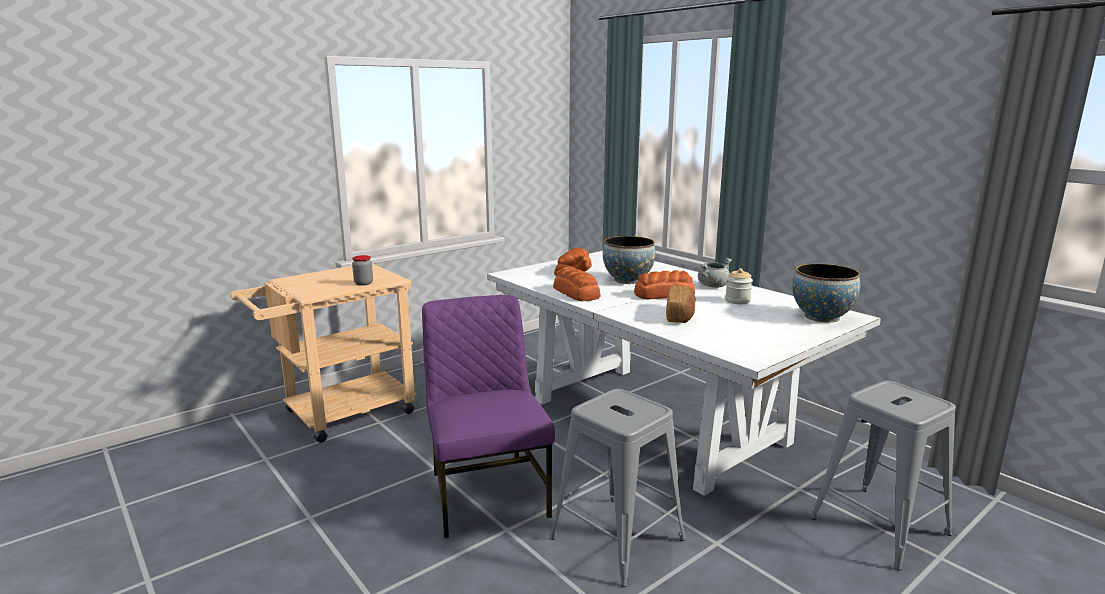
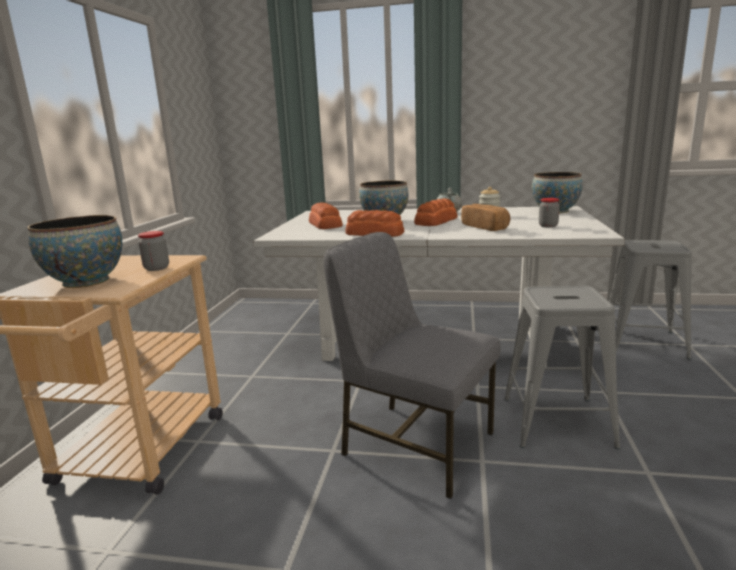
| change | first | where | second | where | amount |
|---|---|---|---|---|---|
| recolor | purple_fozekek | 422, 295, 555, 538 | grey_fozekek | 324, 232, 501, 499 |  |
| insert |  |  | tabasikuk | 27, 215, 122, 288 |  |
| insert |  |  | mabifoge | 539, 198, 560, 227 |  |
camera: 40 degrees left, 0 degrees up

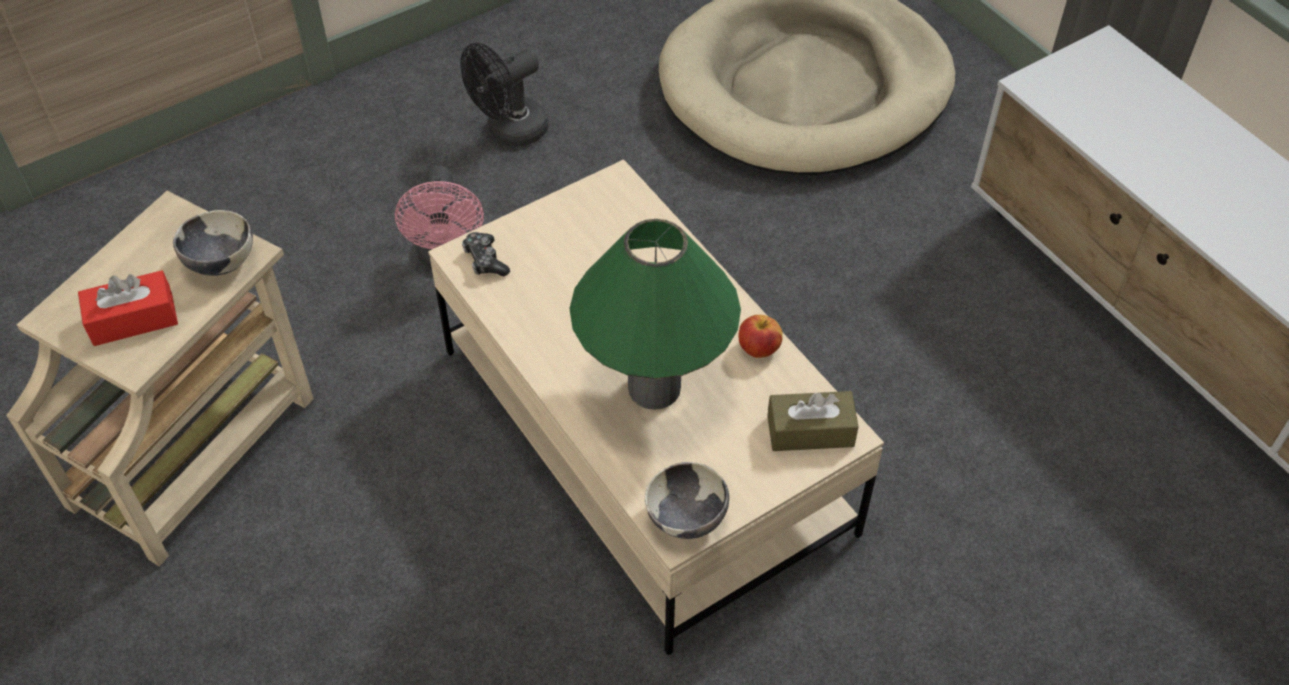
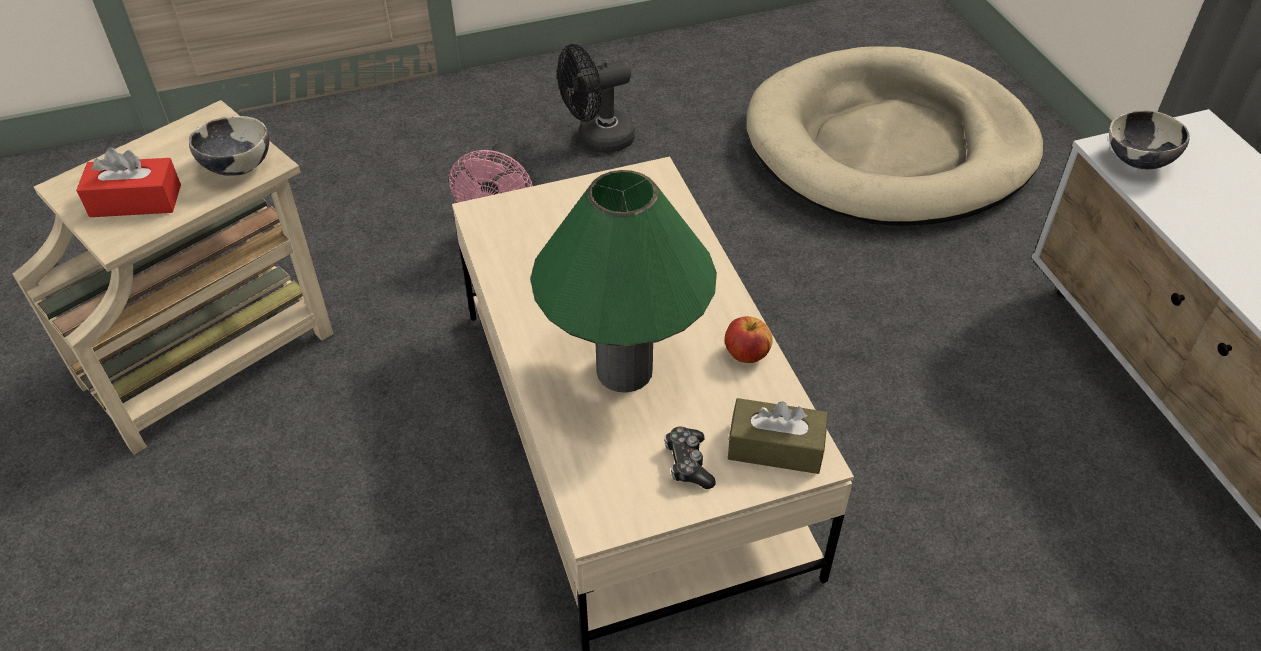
| change | first | where | second | where | amount |
|---|---|---|---|---|---|
| move | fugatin | 462, 232, 510, 277 |  | 664, 427, 716, 489 |  |
| move | tabasikuk | 645, 462, 729, 539 |  | 1109, 110, 1190, 169 |  |
camera: 15 degrees right, 5 degrees down

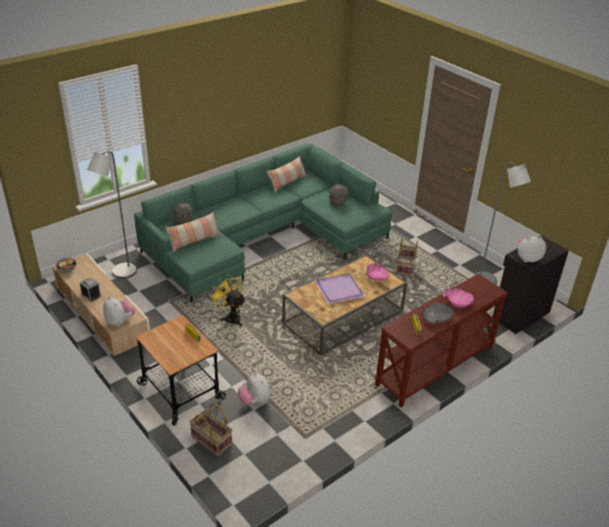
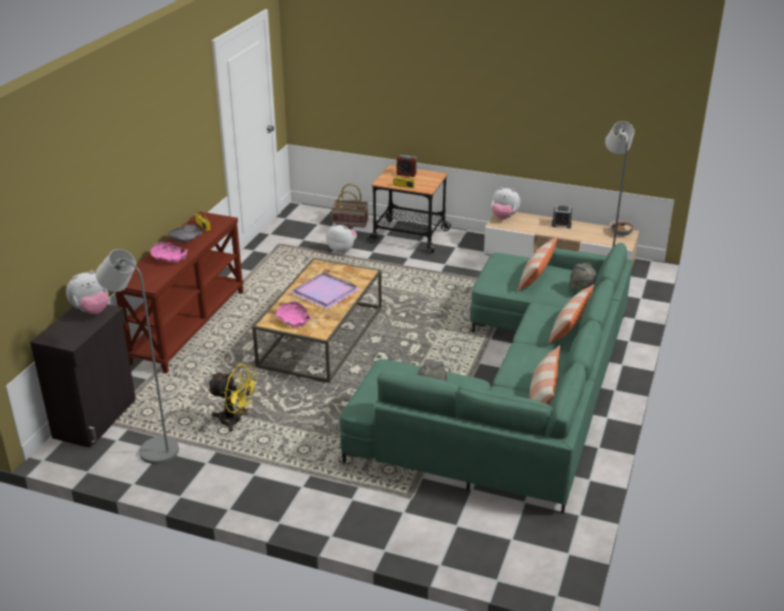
| change | first | where | second | where | amount |
|---|---|---|---|---|---|
| move | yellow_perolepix | 210, 275, 246, 327 |  | 207, 364, 258, 431 |  |
| delete | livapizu | 396, 238, 418, 277 |  |  |  |
| insert |  |  | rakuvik | 397, 155, 417, 177 |  |
| insert |  |  | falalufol | 548, 284, 595, 344 |  |
camera: 150 degrees right, 5 degrees down

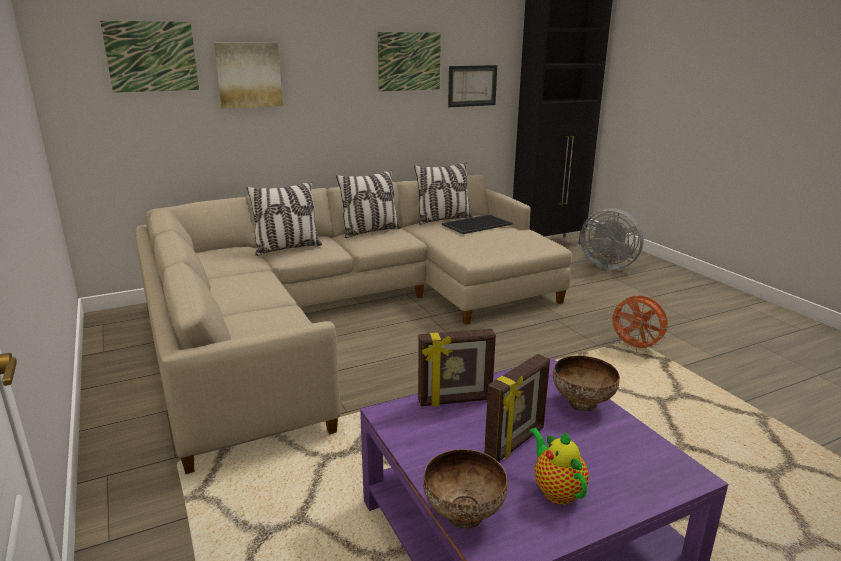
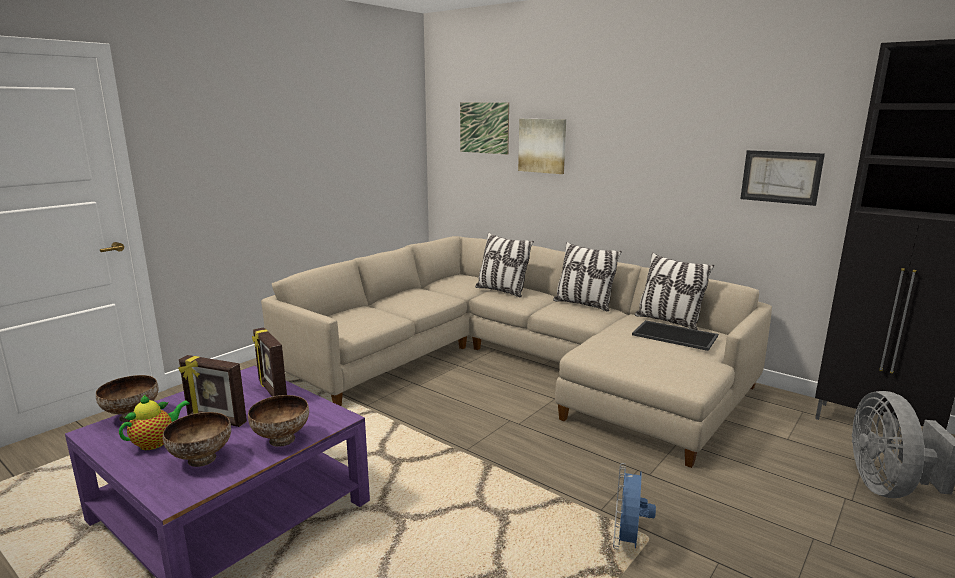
| change | first | where | second | where | amount |
|---|---|---|---|---|---|
| delete | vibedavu | 377, 32, 441, 92 |  |  |  |
| recolor | orange_perolepix | 608, 296, 668, 352 | blue_perolepix | 613, 463, 656, 550 |  |
| insert |  |  | tabasikuk | 163, 412, 231, 467 |  |
camera: 65 degrees right, 5 degrees down

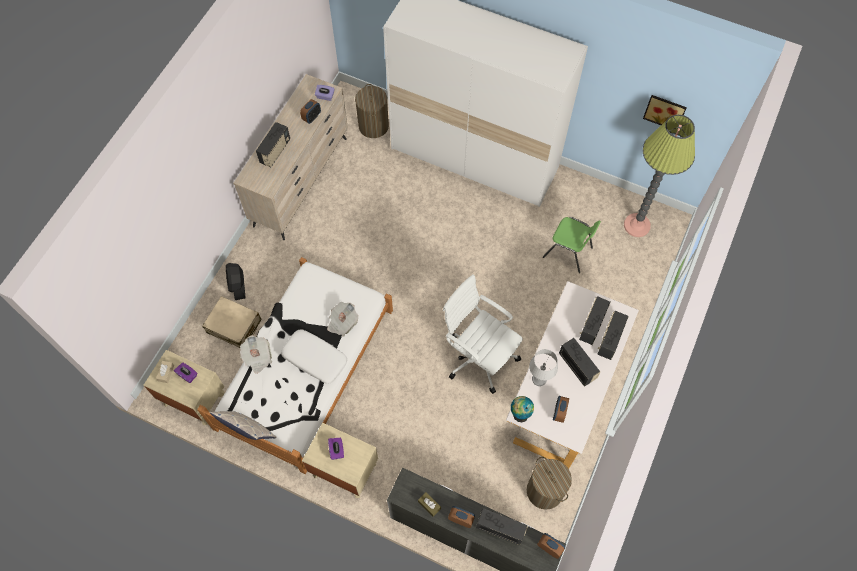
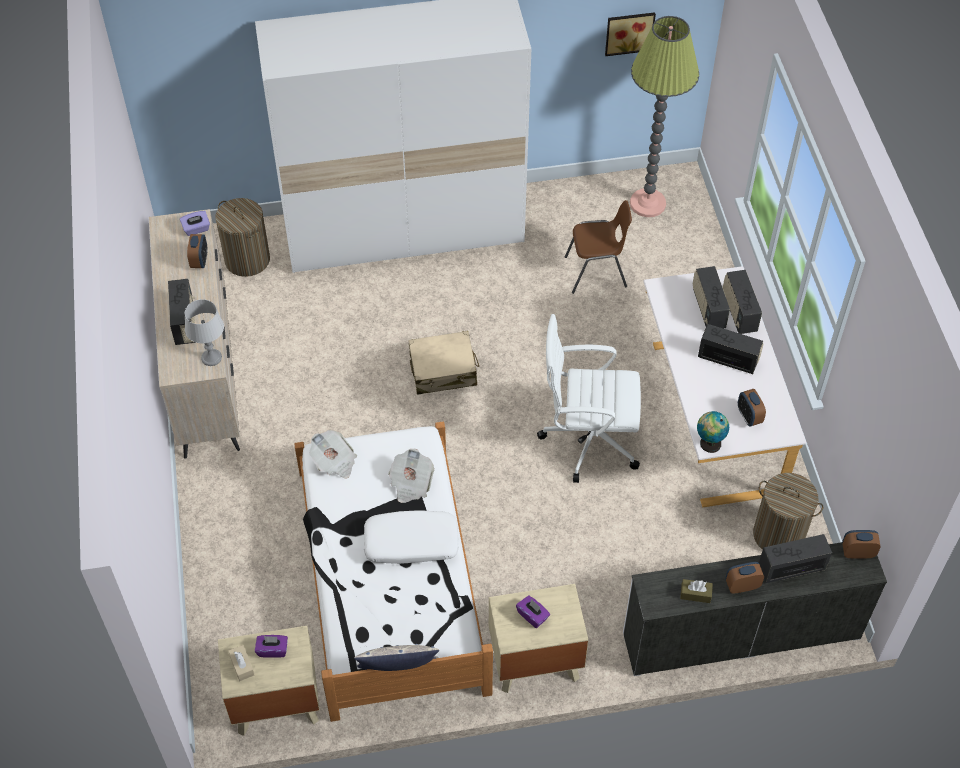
| change | first | where | second | where | amount |
|---|---|---|---|---|---|
| move | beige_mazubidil | 202, 296, 262, 348 |  | 409, 331, 479, 395 |  |
| delete | black_perolepix | 226, 263, 246, 300 |  |  |  |
| move | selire | 240, 335, 272, 374 |  | 309, 430, 357, 479 |  |
| move | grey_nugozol | 529, 349, 558, 386 |  | 185, 299, 224, 366 |  |
| recolor | green_fozekek | 543, 217, 601, 273 | brown_fozekek | 565, 200, 632, 294 |  |
camera: 35 degrees left, 10 degrees down

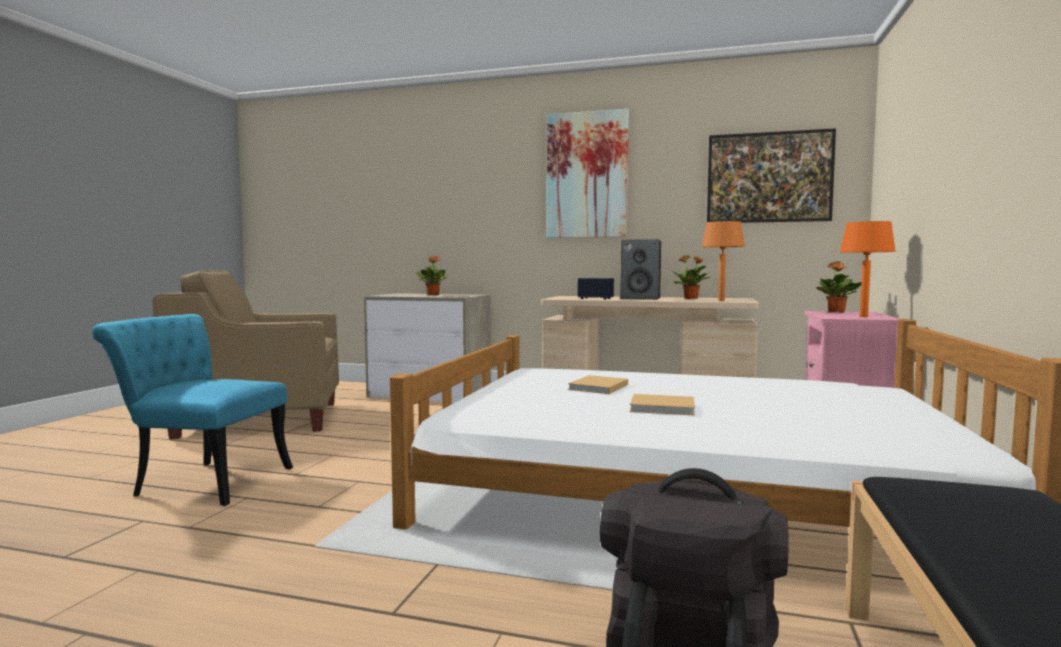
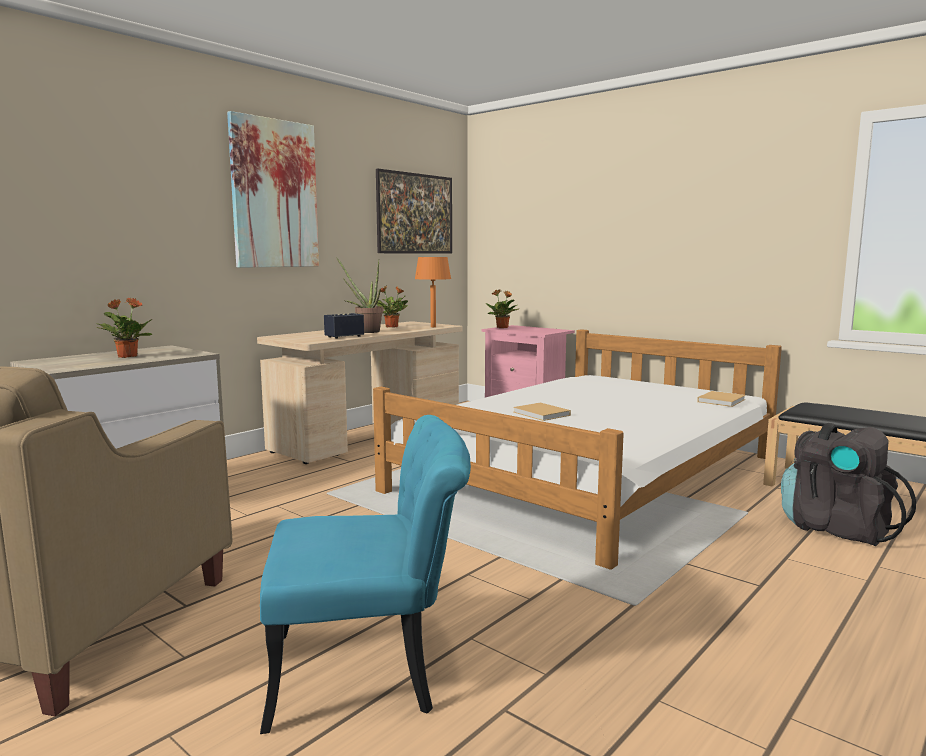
| change | first | where | second | where | amount |
|---|---|---|---|---|---|
| rotate | turquoise_fozekek | 92, 314, 293, 506 |  | 260, 415, 471, 734 | 135 degrees counterclockwise |
| replace | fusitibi | 620, 239, 661, 300 | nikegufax | 336, 257, 384, 333 |  |
| move | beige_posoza | 630, 394, 695, 416 |  | 697, 391, 746, 407 |  |
| delete | orange_nugozol | 840, 221, 896, 317 |  |  |  |
camera: 65 degrees left, 5 degrees up

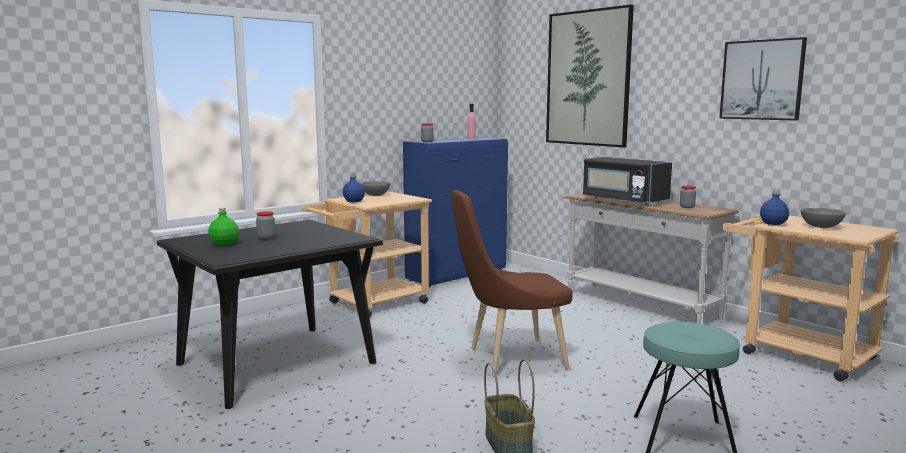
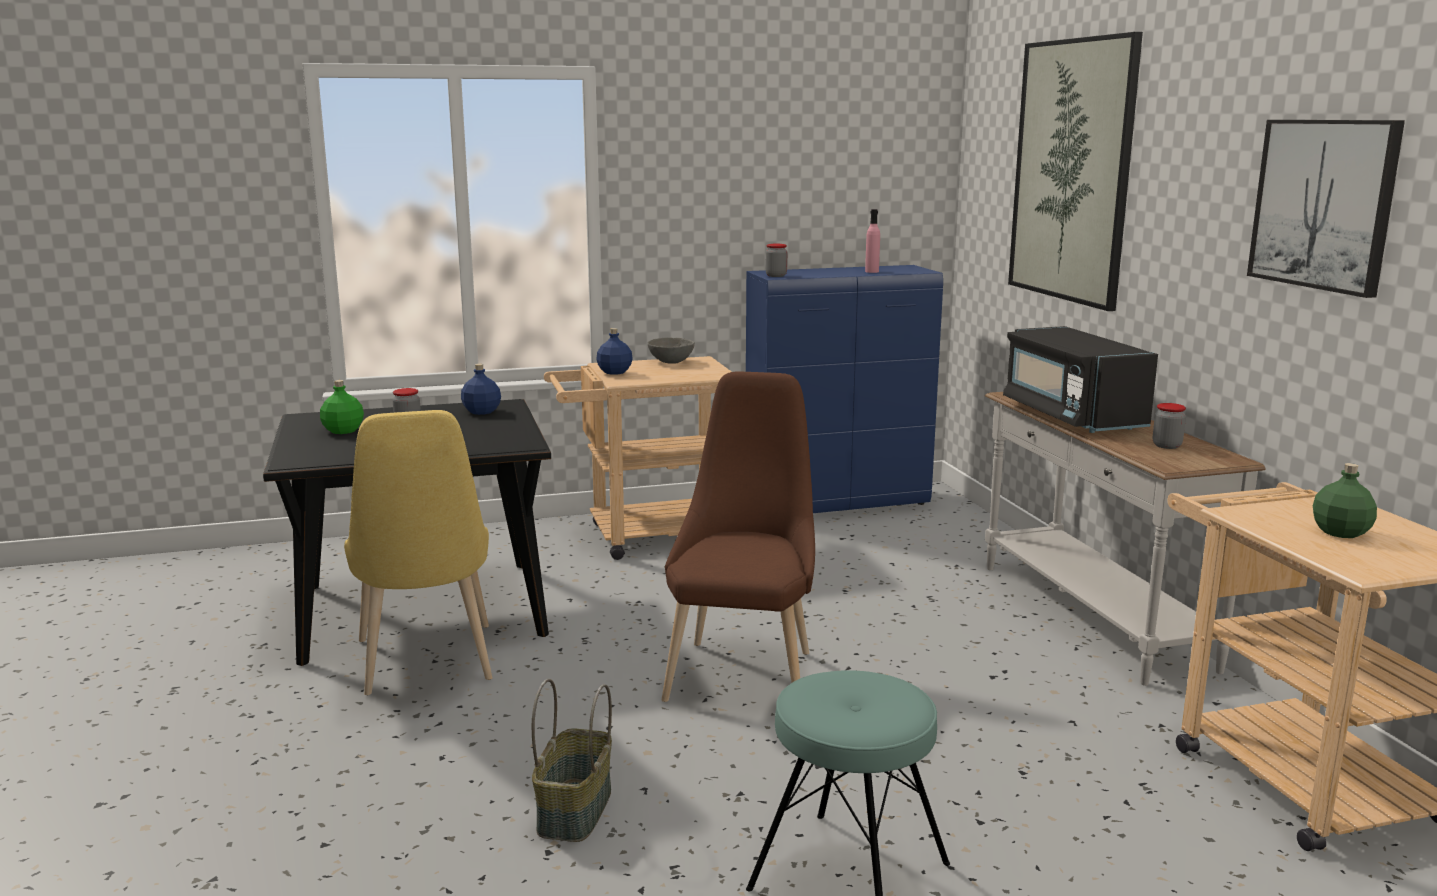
| change | first | where | second | where | amount |
|---|---|---|---|---|---|
| rotate | brown_fozekek | 451, 190, 573, 376 |  | 662, 371, 815, 702 | 90 degrees clockwise |
| move | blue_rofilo | 760, 190, 789, 225 |  | 461, 364, 501, 415 |  |
| replace | grey_tabasikuk | 801, 208, 846, 228 | green_rofilo | 1313, 463, 1377, 538 |  |
| insert |  |  | yellow_fozekek | 344, 410, 492, 695 |  |
camera: 25 degrees right, 5 degrees up

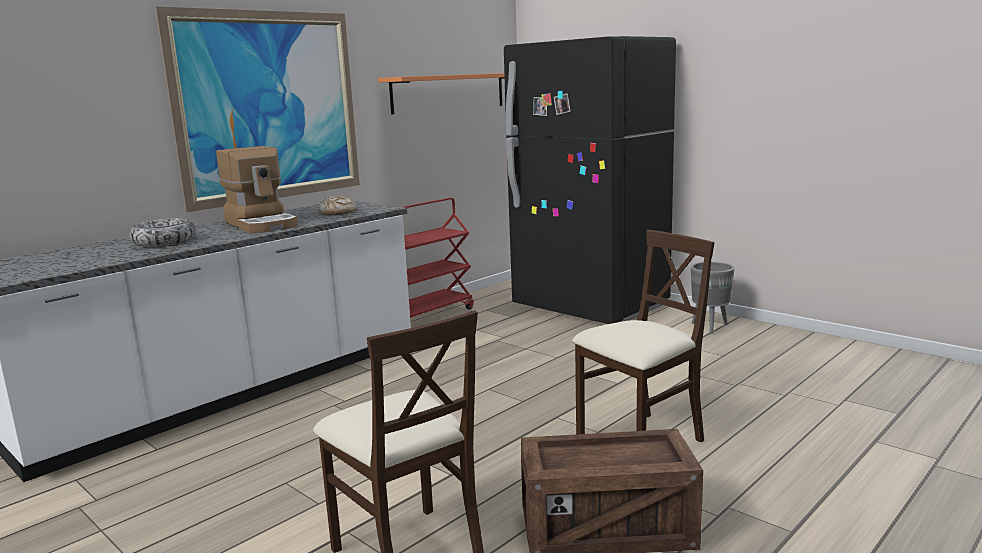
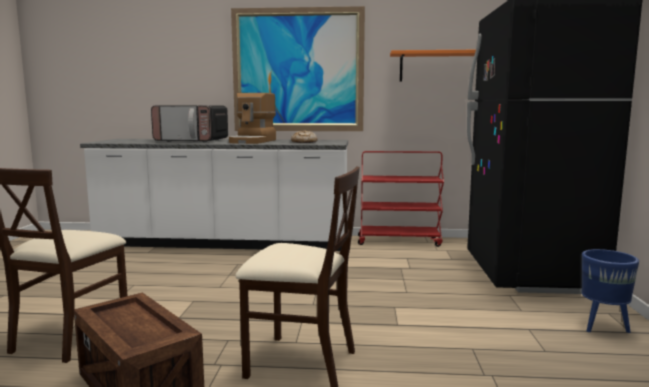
| change | first | where | second | where | amount |
|---|---|---|---|---|---|
| replace | tabasikuk | 130, 218, 196, 246 | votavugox | 151, 106, 228, 143 |  |
| recolor | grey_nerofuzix | 691, 262, 734, 334 | blue_nerofuzix | 581, 249, 639, 333 |  |
camera: 50 degrees right, 5 degrees down

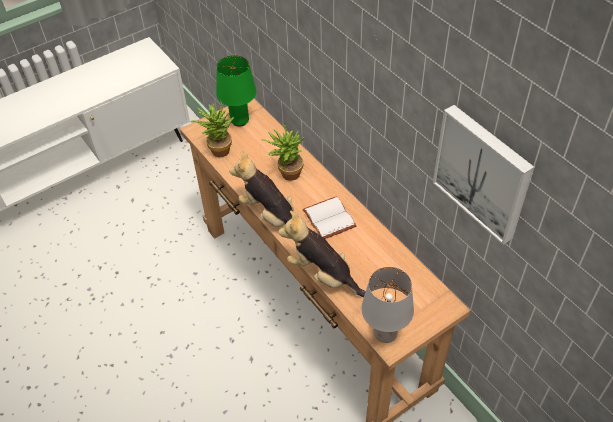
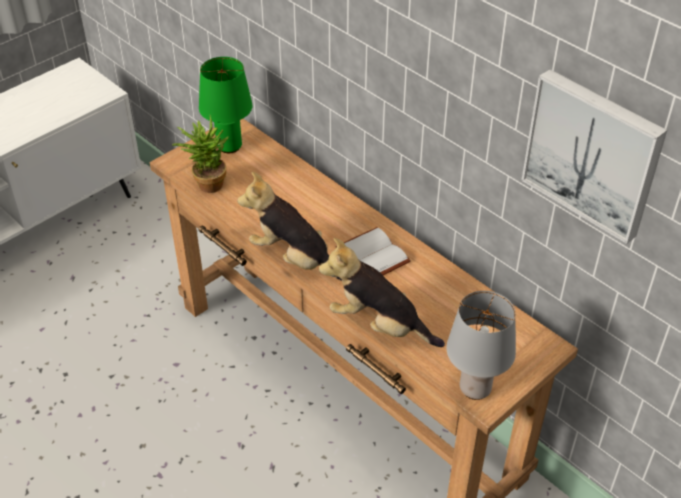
| change | first | where | second | where | amount |
|---|---|---|---|---|---|
| delete | nikegufax | 262, 122, 304, 181 |  |  |  |
camera: 10 degrees left, 5 degrees down

